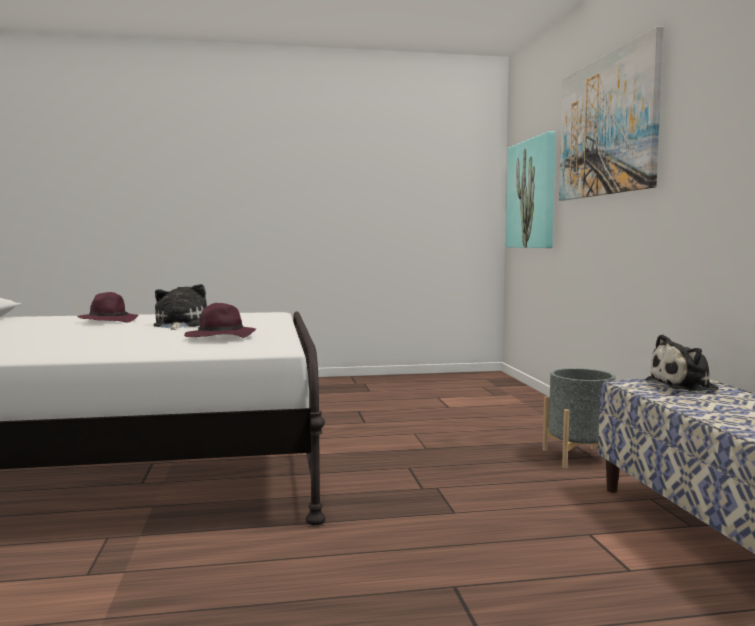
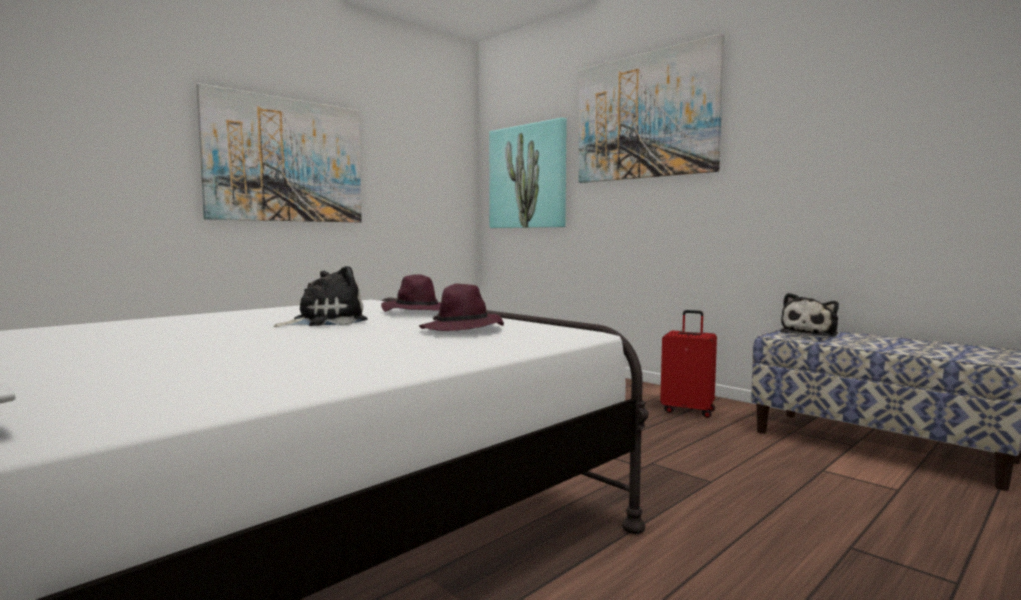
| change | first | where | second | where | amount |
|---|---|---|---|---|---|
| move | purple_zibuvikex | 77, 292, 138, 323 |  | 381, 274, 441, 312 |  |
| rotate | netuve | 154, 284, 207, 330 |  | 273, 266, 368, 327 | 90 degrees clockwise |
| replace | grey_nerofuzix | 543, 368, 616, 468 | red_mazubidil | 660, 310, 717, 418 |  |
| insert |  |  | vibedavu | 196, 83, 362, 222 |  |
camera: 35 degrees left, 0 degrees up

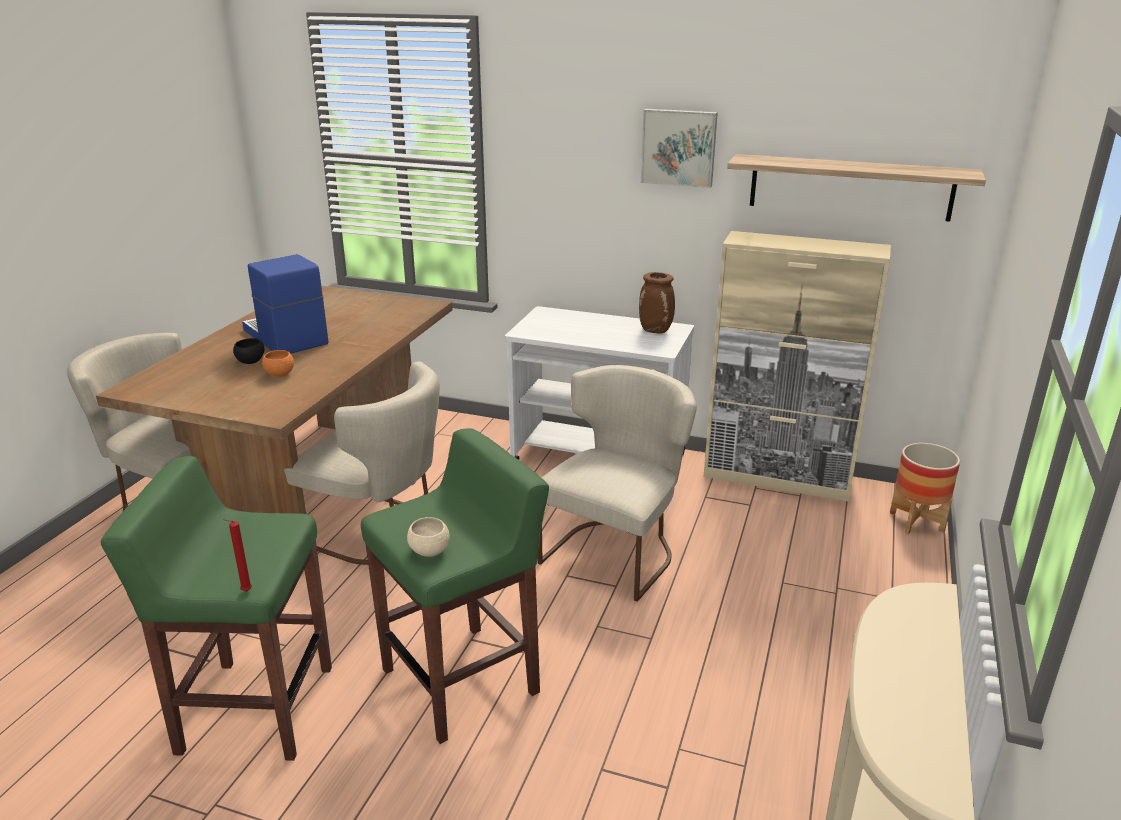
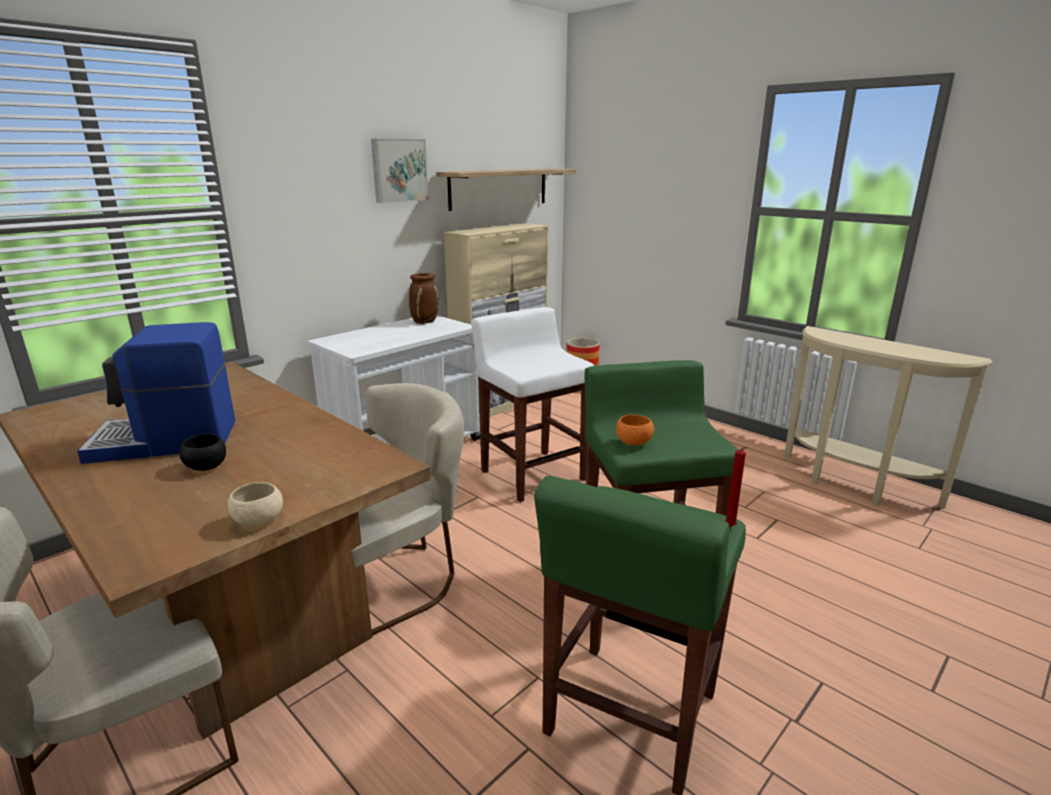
| change | first | where | second | where | amount |
|---|---|---|---|---|---|
| move | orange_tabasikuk | 262, 350, 294, 377 |  | 616, 414, 654, 446 |  |
| move | beige_tabasikuk | 407, 517, 450, 557 |  | 228, 482, 283, 527 |  |
| replace | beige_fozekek | 537, 365, 697, 602 | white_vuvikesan | 471, 307, 594, 502 |  |
camera: 65 degrees left, 5 degrees down

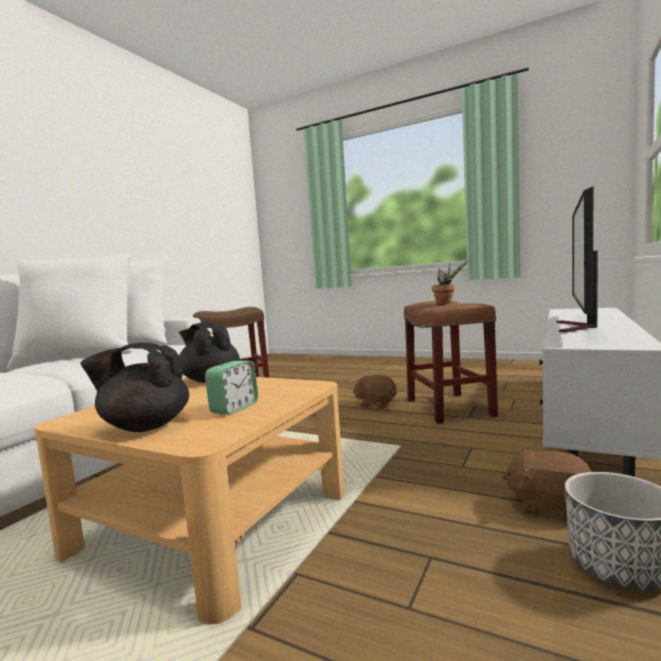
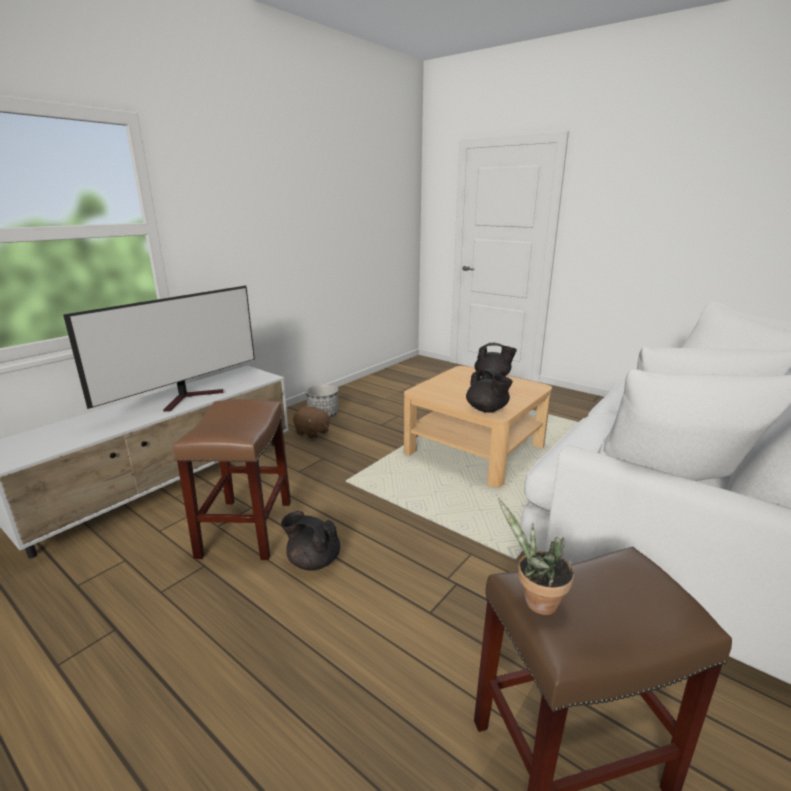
| change | first | where | second | where | amount |
|---|---|---|---|---|---|
| delete | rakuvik | 205, 361, 258, 415 |  |  |  |
| replace | brown_netuve | 353, 375, 397, 409 | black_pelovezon | 281, 511, 340, 571 |  |
| move | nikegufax | 432, 261, 468, 304 |  | 498, 498, 574, 615 |  |
camera: 170 degrees left, 15 degrees up

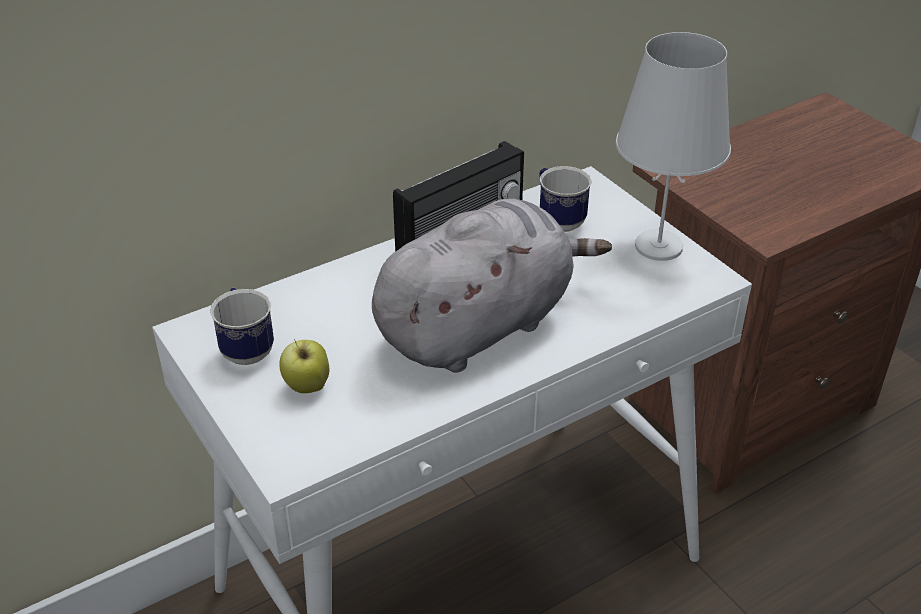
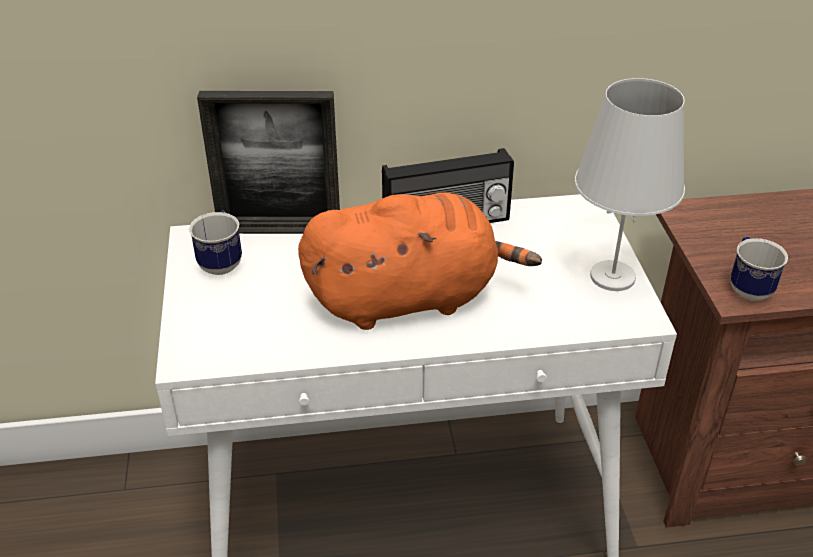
| change | first | where | second | where | amount |
|---|---|---|---|---|---|
| delete | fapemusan | 279, 339, 329, 393 |  |  |  |
| recolor | grey_netuve | 372, 198, 612, 373 | orange_netuve | 298, 192, 542, 330 |  |
| move | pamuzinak | 539, 166, 592, 232 |  | 730, 237, 788, 301 |  |
| insert |  |  | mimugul | 197, 91, 340, 234 |  |
camera: 25 degrees right, 0 degrees up

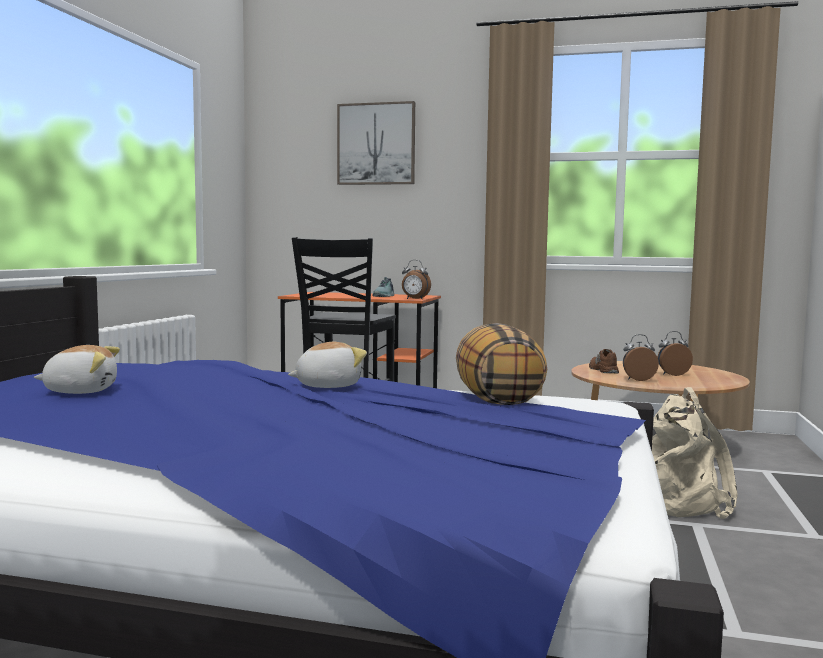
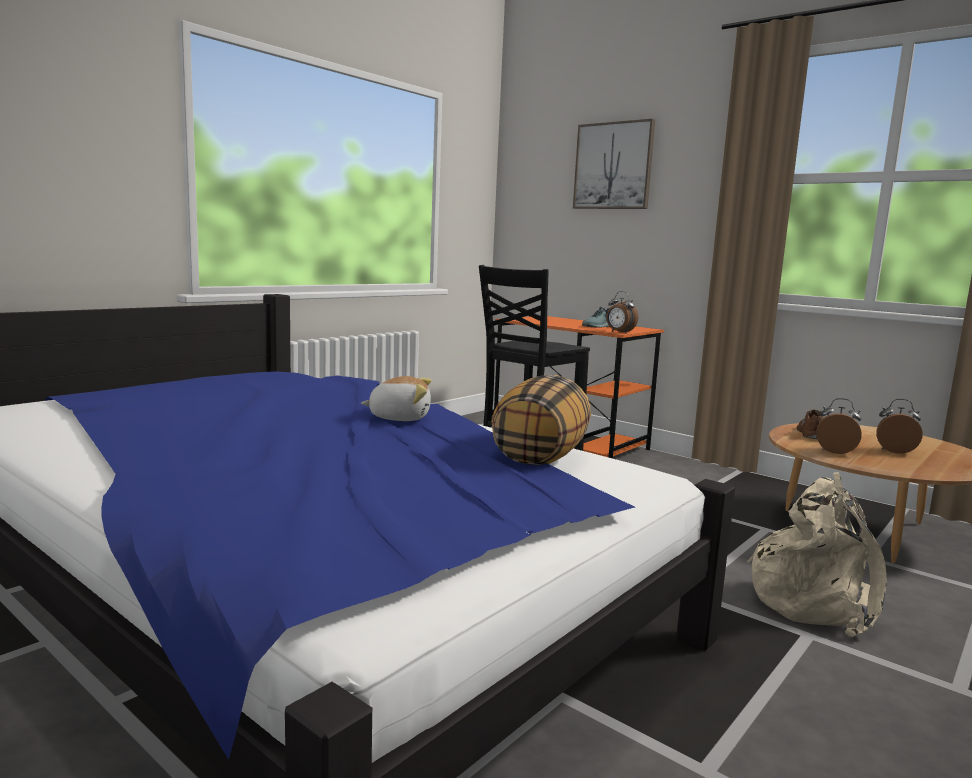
| change | first | where | second | where | amount |
|---|---|---|---|---|---|
| delete | netuve | 34, 345, 120, 394 |  |  |  |
camera: 25 degrees right, 5 degrees up

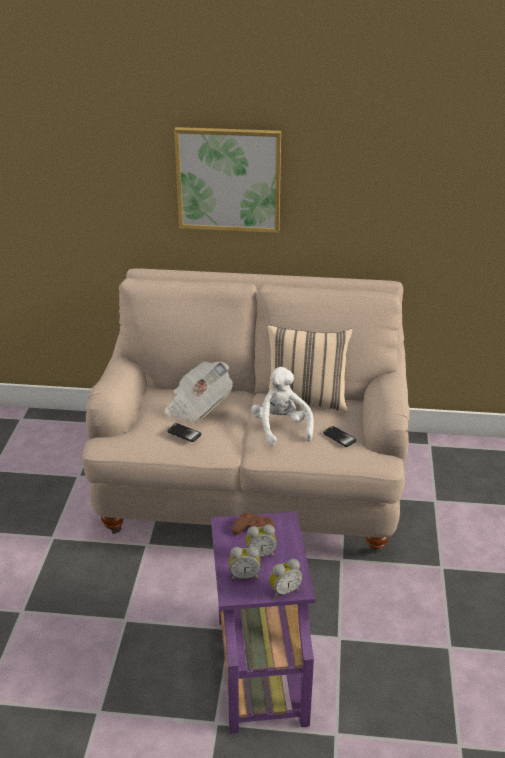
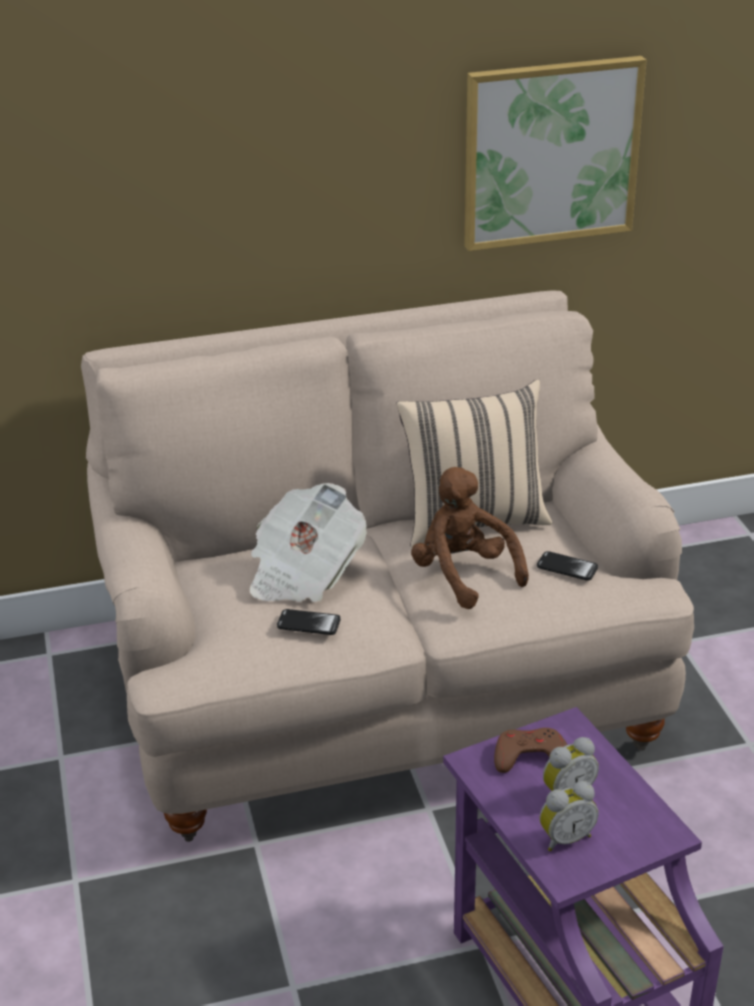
| change | first | where | second | where | amount |
|---|---|---|---|---|---|
| move | vibedavu | 174, 127, 281, 233 |  | 464, 56, 646, 251 |  |
| recolor | white_netuve | 251, 367, 314, 446 | brown_netuve | 411, 467, 529, 609 |  |
| delete | rakuvik | 269, 559, 302, 599 |  |  |  |
camera: 20 degrees left, 0 degrees up

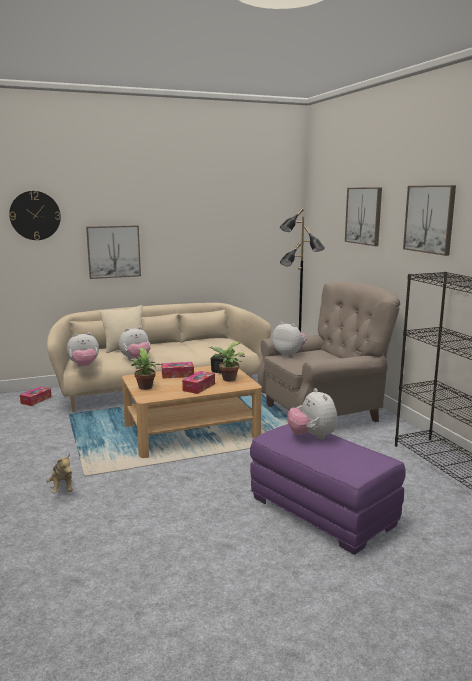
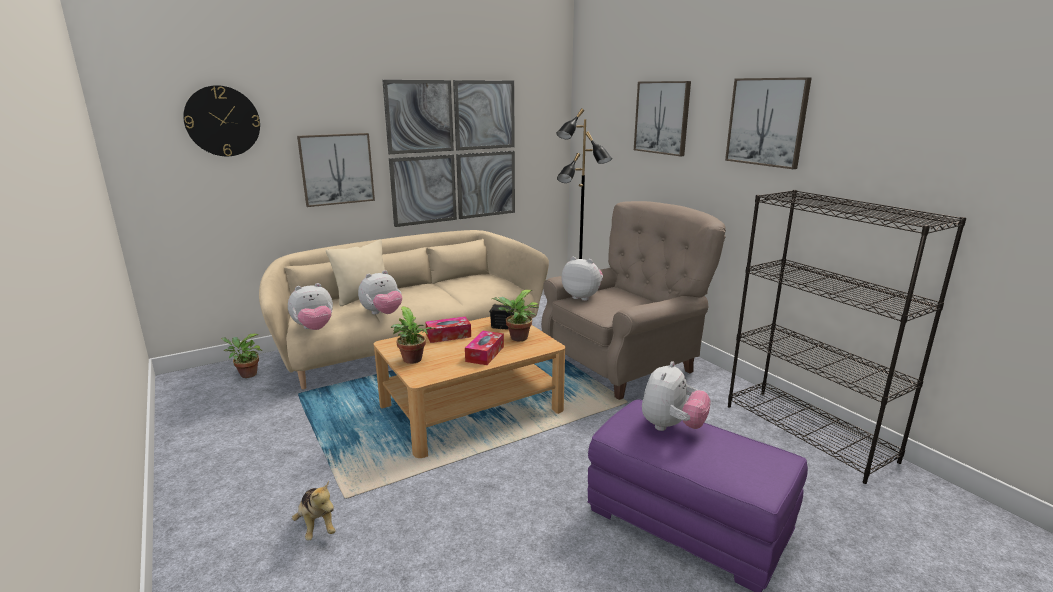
| change | first | where | second | where | amount |
|---|---|---|---|---|---|
| replace | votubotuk | 20, 387, 51, 406 | nikegufax | 221, 334, 262, 378 |  |
| rotate | netuve | 287, 388, 338, 440 |  | 642, 361, 711, 431 | 120 degrees counterclockwise |
| insert |  |  | vibedavu | 382, 80, 515, 227 |  |
camera: 10 degrees left, 5 degrees up

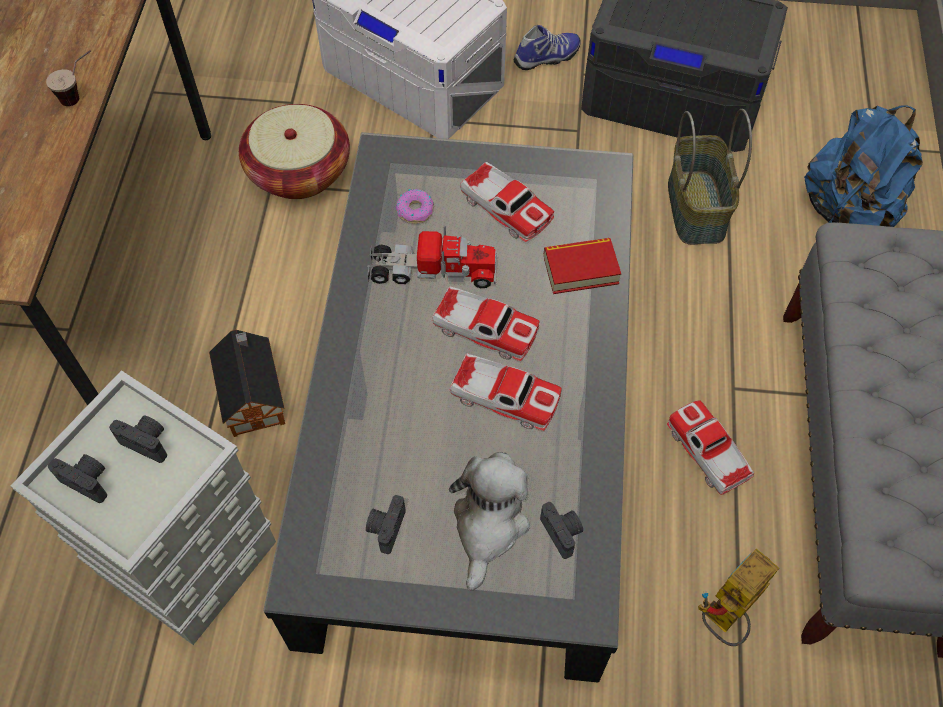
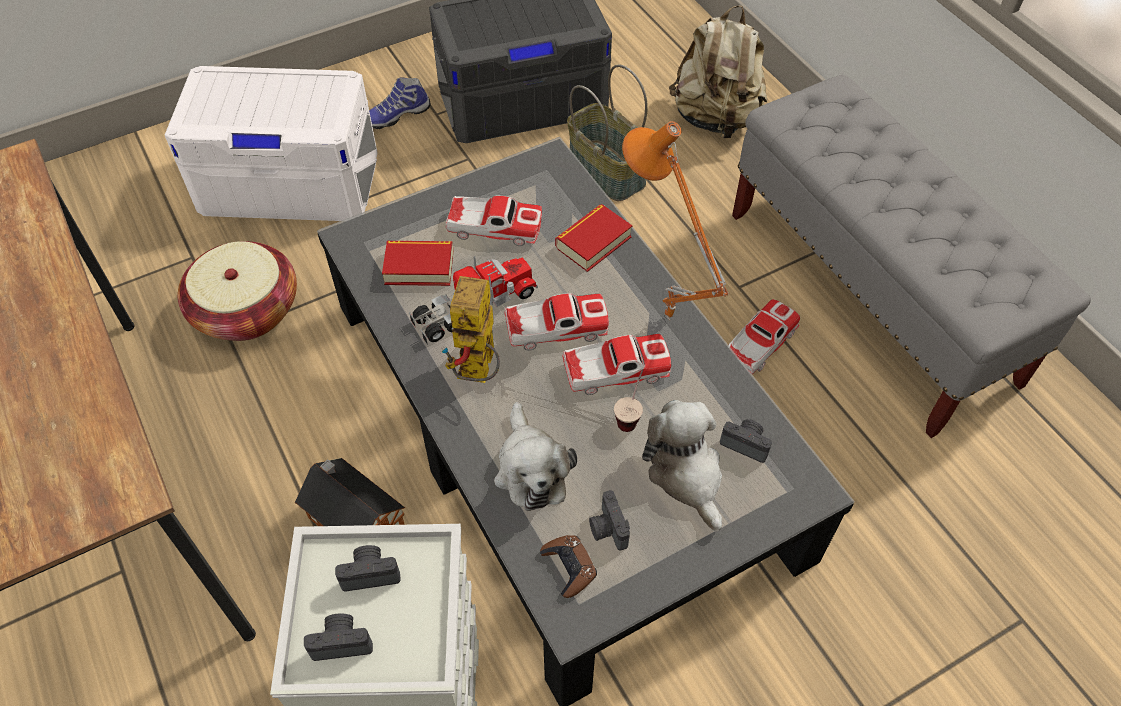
| change | first | where | second | where | amount |
|---|---|---|---|---|---|
| move | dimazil | 46, 50, 91, 106 |  | 614, 369, 644, 432 |  |
| replace | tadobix | 396, 189, 434, 224 | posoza | 382, 241, 453, 286 |  |
| rotate | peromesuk | 514, 25, 581, 70 |  | 369, 78, 431, 129 | 150 degrees counterclockwise |
| rotate | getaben | 667, 400, 754, 495 |  | 729, 299, 800, 374 | 105 degrees clockwise |
| move | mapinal | 698, 549, 779, 646 |  | 441, 276, 500, 383 |  |
| recolor | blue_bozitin | 804, 105, 923, 227 | beige_bozitin | 669, 5, 767, 138 |  |
| insert |  |  | netuve | 494, 402, 577, 511 |  |
| insert |  |  | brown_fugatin | 540, 535, 597, 598 |  |
| insert |  |  | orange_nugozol | 622, 121, 729, 321 |  |
camera: 35 degrees left, 5 degrees down

